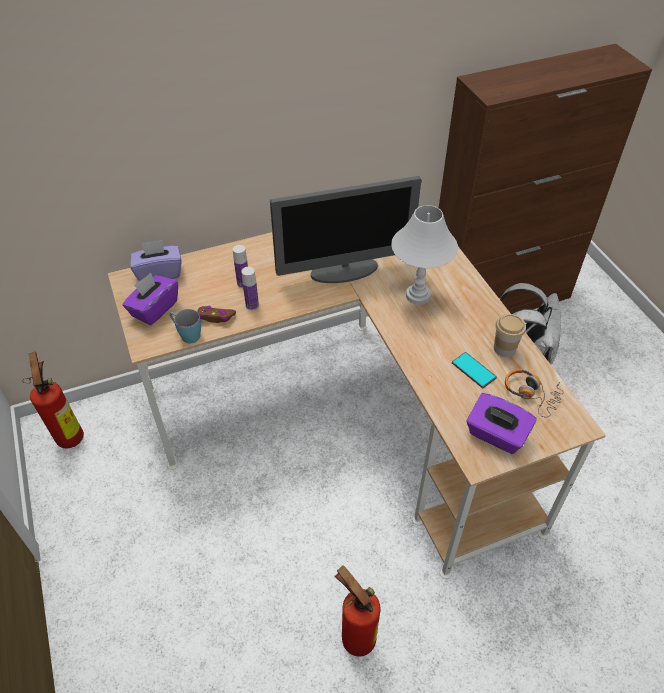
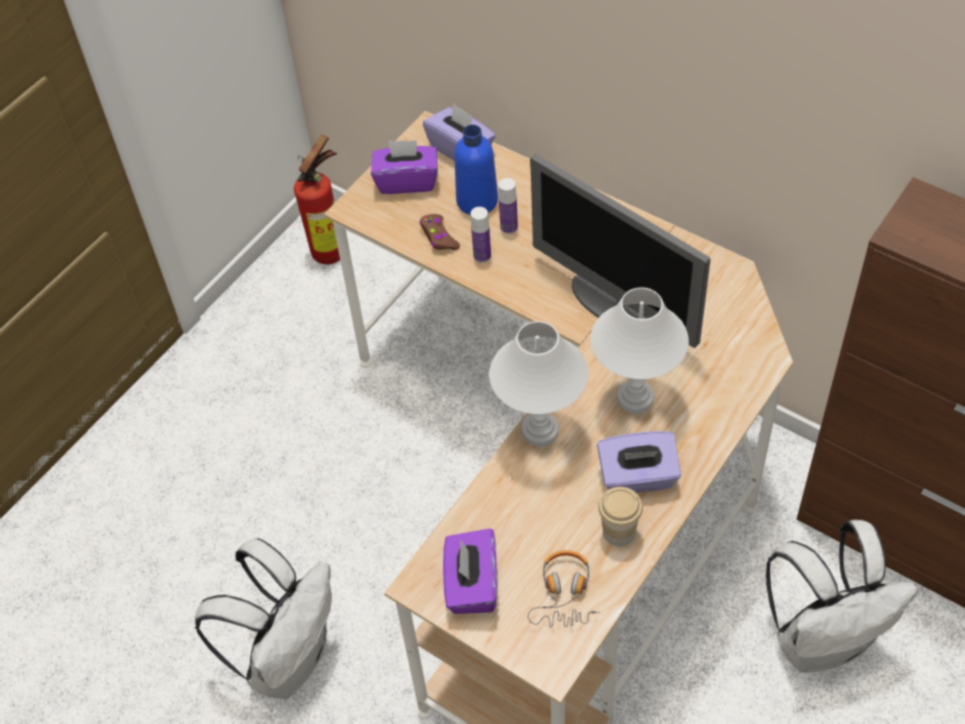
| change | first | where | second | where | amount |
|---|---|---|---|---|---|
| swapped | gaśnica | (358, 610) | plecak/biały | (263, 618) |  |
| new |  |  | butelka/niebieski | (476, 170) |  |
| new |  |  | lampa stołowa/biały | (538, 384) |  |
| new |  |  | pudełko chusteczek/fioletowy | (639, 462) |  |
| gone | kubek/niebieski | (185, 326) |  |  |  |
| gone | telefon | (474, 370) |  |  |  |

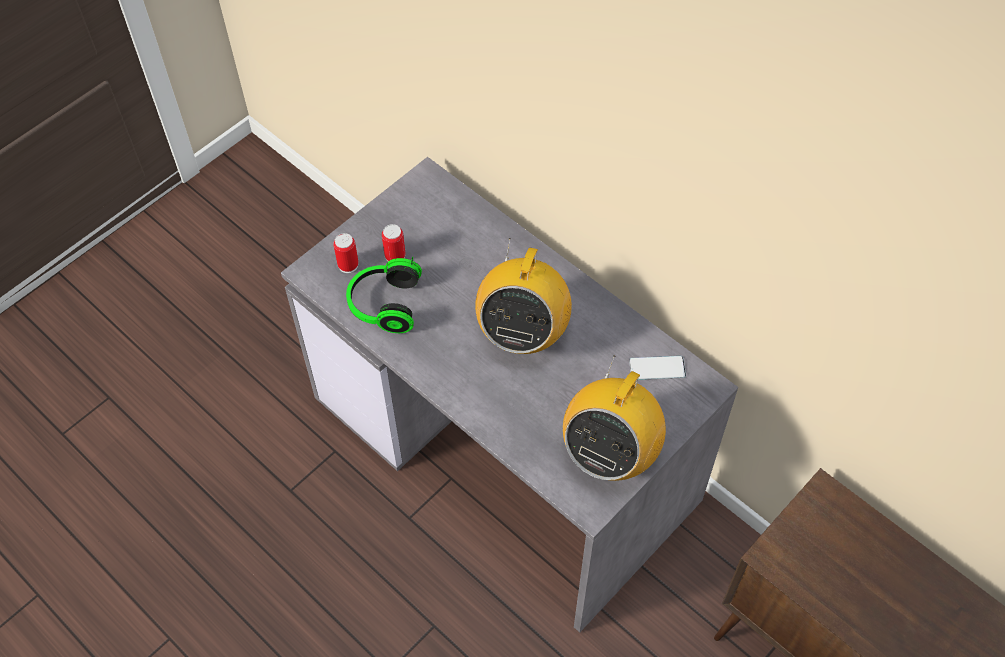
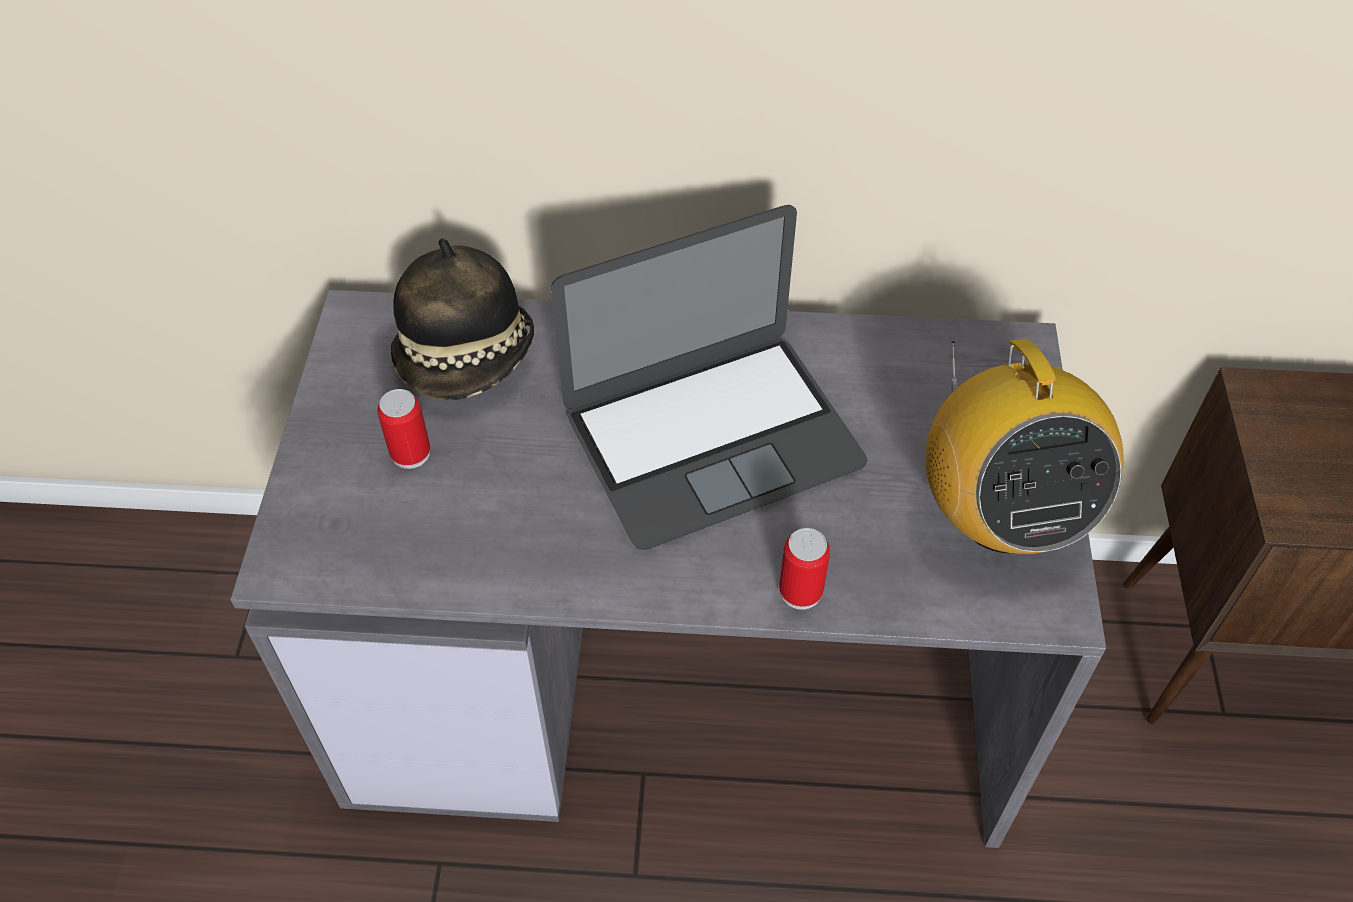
| change | first | where | second | where | amount |
|---|---|---|---|---|---|
| new |  |  | kapelusz | (462, 319) |  |
| swapped | radio | (523, 296) | laptop | (709, 377) |  |
| shifted | puszka | (346, 253) |  | (804, 569) |  |
| gone | słuchawki | (384, 295) |  |  |  |
| gone | telefon | (657, 368) |  |  |  |

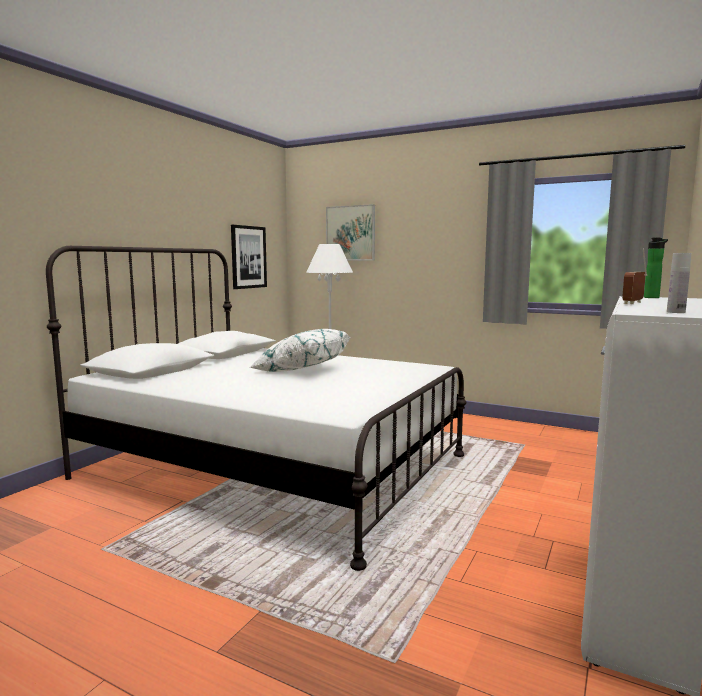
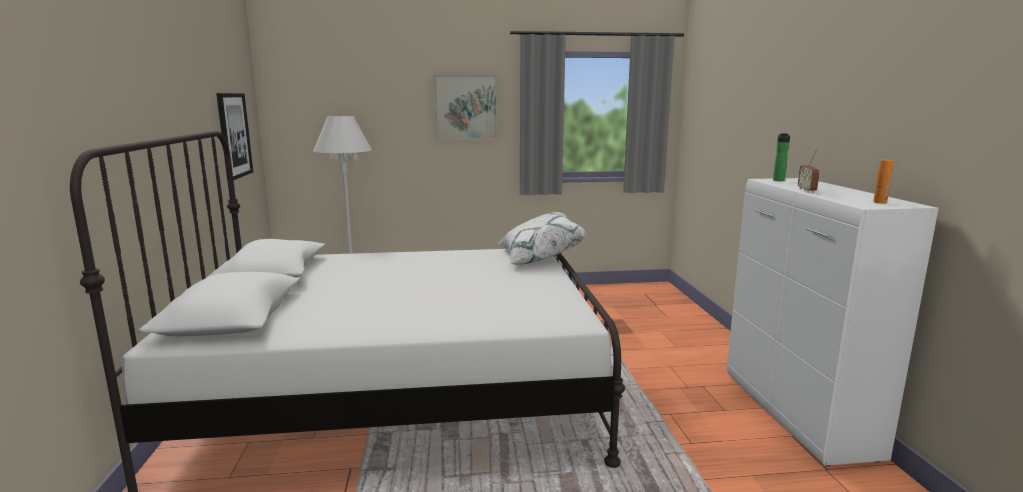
| change | first | where | second | where | amount |
|---|---|---|---|---|---|
| shifted | obraz | (350, 232) |  | (465, 107) |  |
| shifted | poduszka/biały | (300, 350) |  | (542, 238) |  |
| repainted | butelka/biały | (679, 283) | butelka/pomarańczowy | (883, 182) |  |

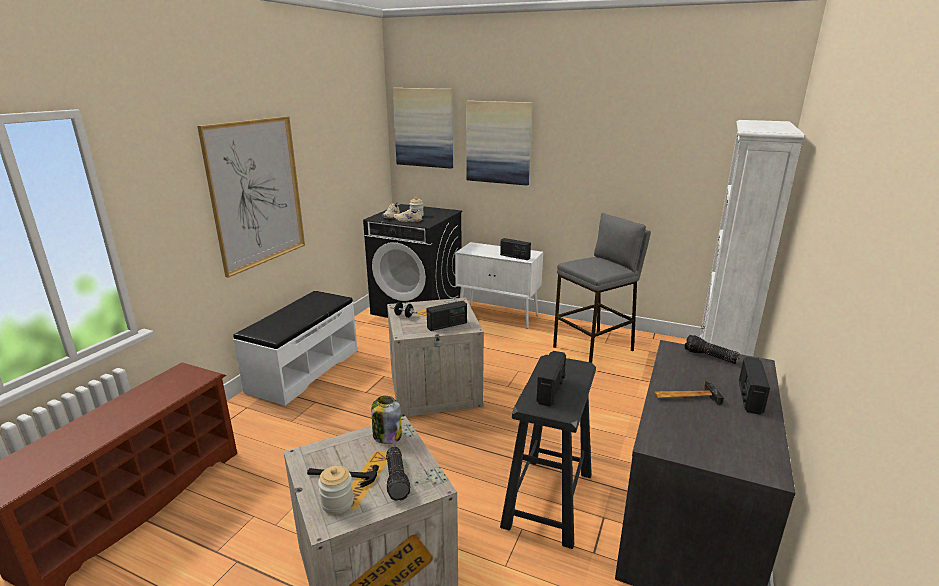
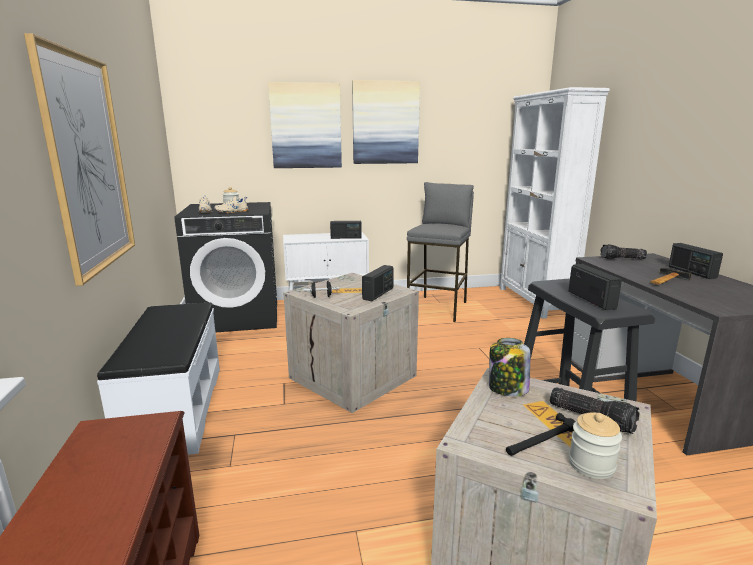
| change | first | where | second | where | amount |
|---|---|---|---|---|---|
| shifted | obraz | (423, 128) |  | (386, 122) |  |

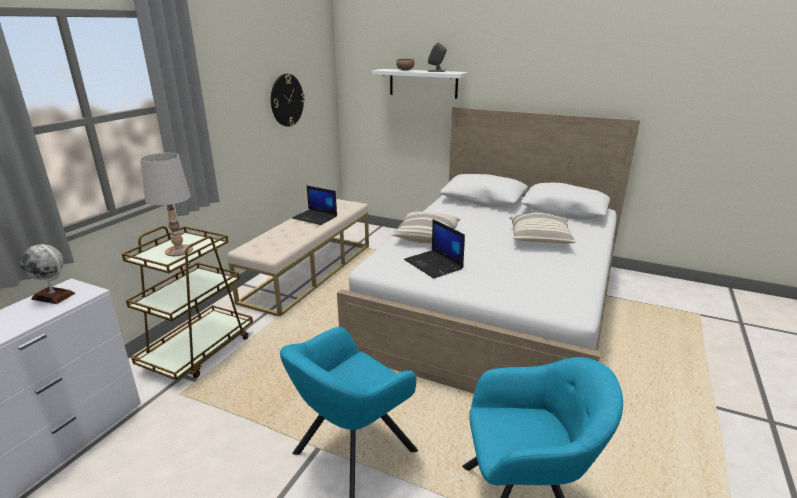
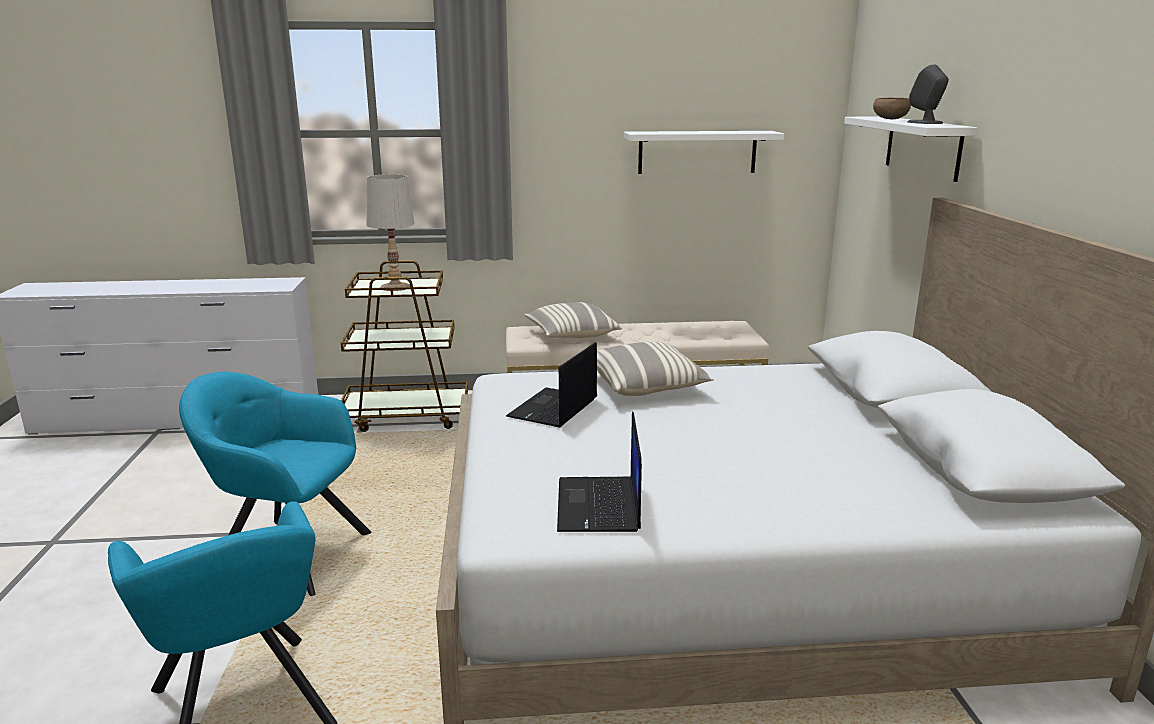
| change | first | where | second | where | amount |
|---|---|---|---|---|---|
| shifted | poduszka | (543, 228) |  | (573, 320) |  |
| shifted | laptop | (314, 205) |  | (599, 471) |  |
| swapped | zegar ścienny | (288, 100) | półka/biały | (704, 152) |  |
| gone | globus | (47, 274) |  |  |  |

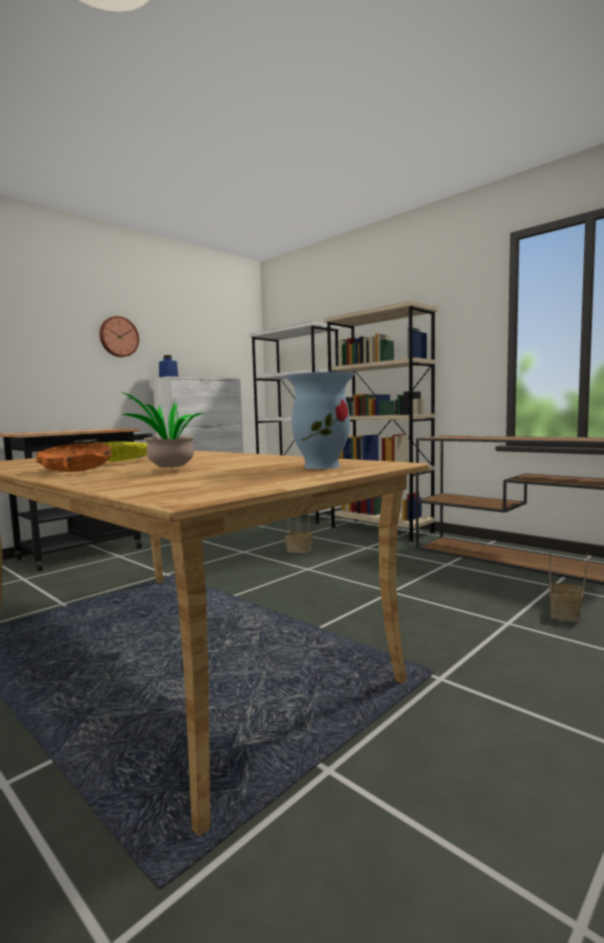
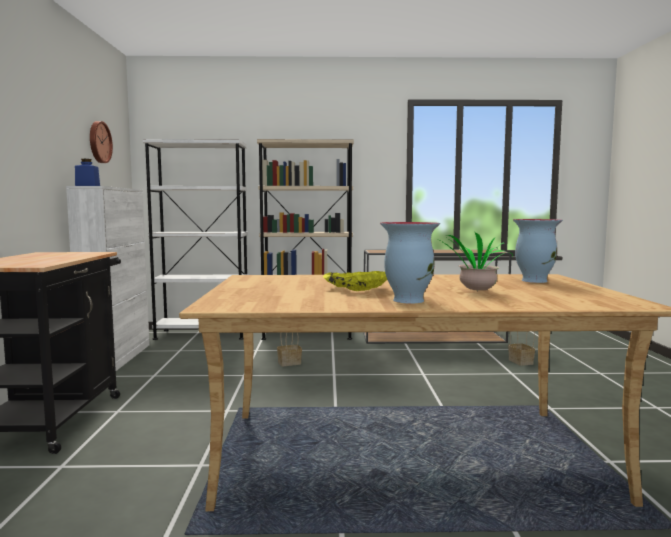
| change | first | where | second | where | amount |
|---|---|---|---|---|---|
| shifted | zegar ścienny | (119, 336) |  | (101, 142) |  |
| swapped | miska/pomarańczowy | (74, 457) | wazon | (410, 262) |  |

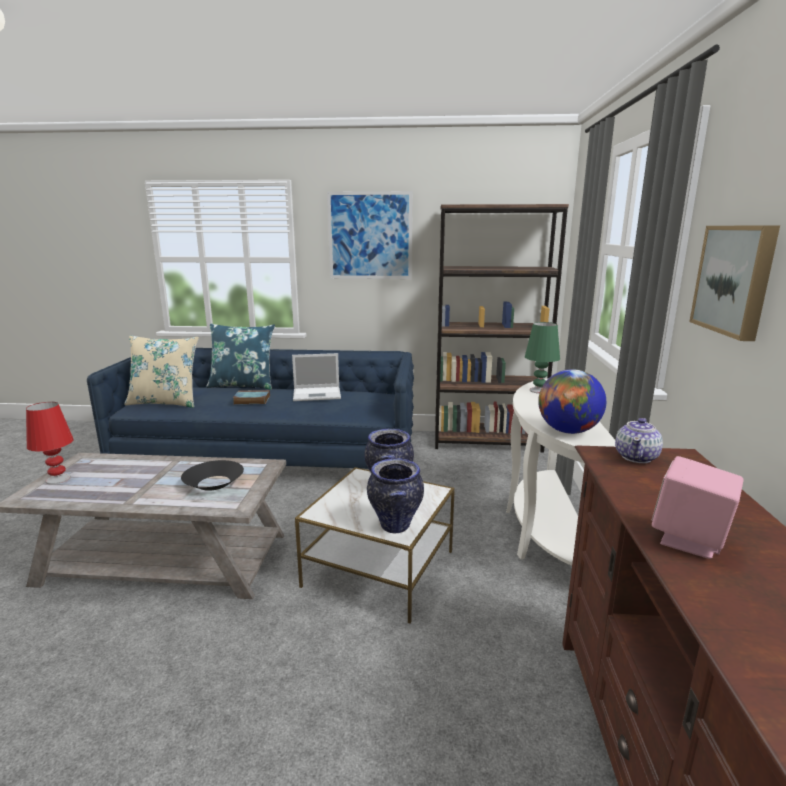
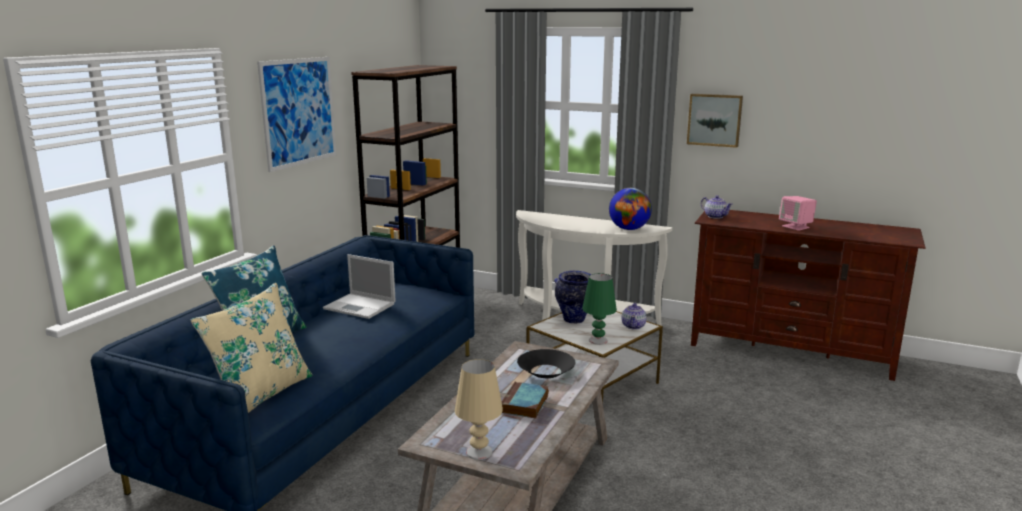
| change | first | where | second | where | amount |
|---|---|---|---|---|---|
| rotated | laptop | (316, 377) |  | (359, 286) | 105 degrees clockwise |
| repainted | lampa stołowa/czerwony | (50, 443) | lampa stołowa/beżowy | (479, 409) |  |
| shifted | książka | (251, 397) |  | (525, 400) |  |
| shifted | lampa stołowa/zielony | (542, 358) |  | (599, 309) |  |
| swapped | wazon | (395, 495) | imbryk | (634, 316) |  |

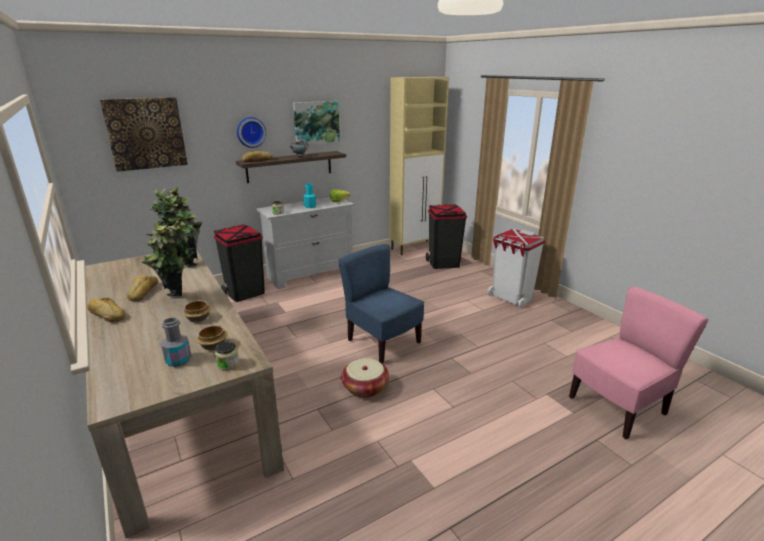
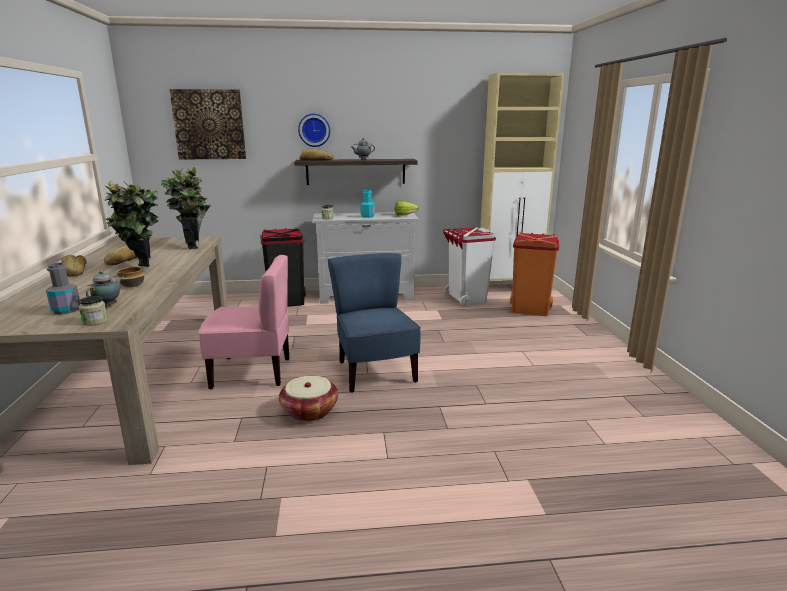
| change | first | where | second | where | amount |
|---|---|---|---|---|---|
| swapped | miska | (211, 338) | imbryk | (104, 289) |  |
| shifted | krzesło/różowy | (639, 363) |  | (243, 322) |  |
| shifted | kosz na śmieci/biały | (516, 268) |  | (469, 266) |  |
| repainted | kosz na śmieci/czarny | (446, 236) | kosz na śmieci/pomarańczowy | (534, 274) |  |
| gone | obraz | (316, 123) |  |  |  |

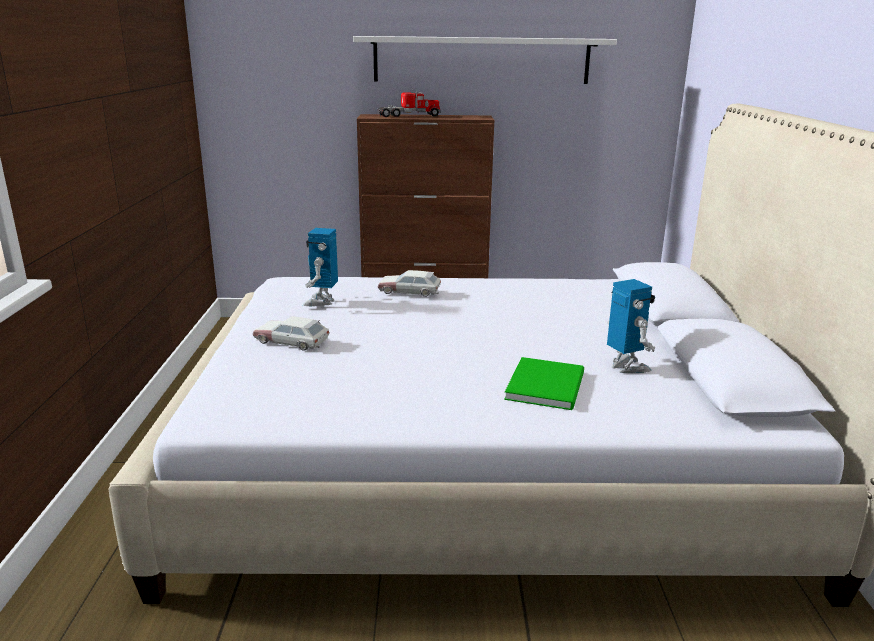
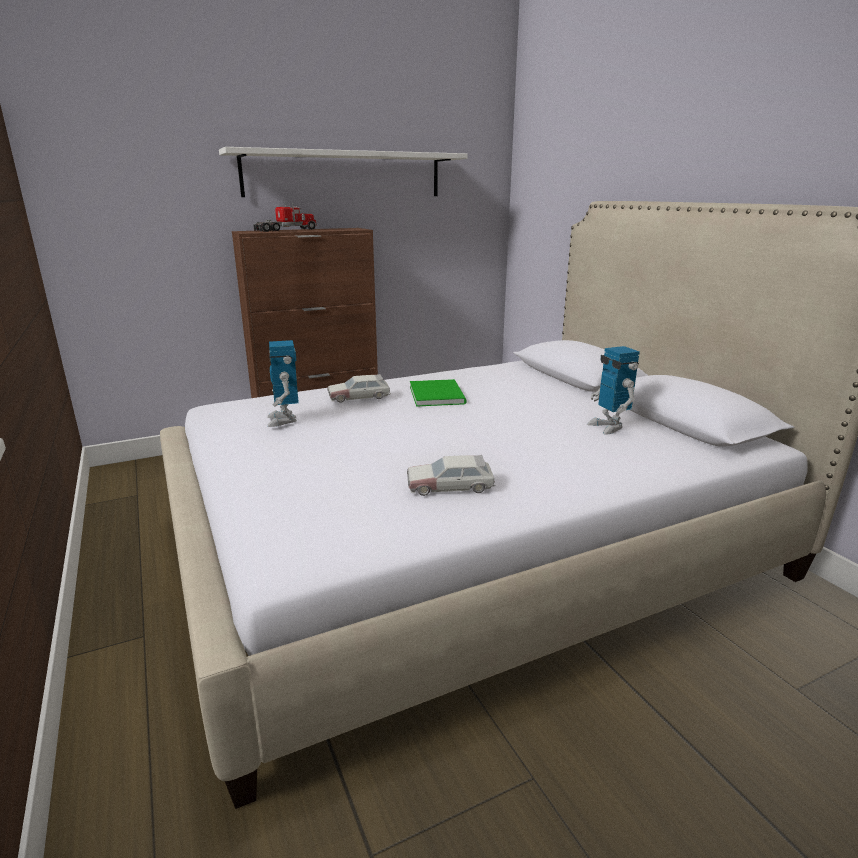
| change | first | where | second | where | amount |
|---|---|---|---|---|---|
| shifted | samochodzik | (291, 333) |  | (451, 475) |  |
| shifted | książka/zielony | (544, 383) |  | (438, 393) |  |
| rotated | robot zabawkowy | (631, 326) |  | (613, 390) | 150 degrees counterclockwise |

